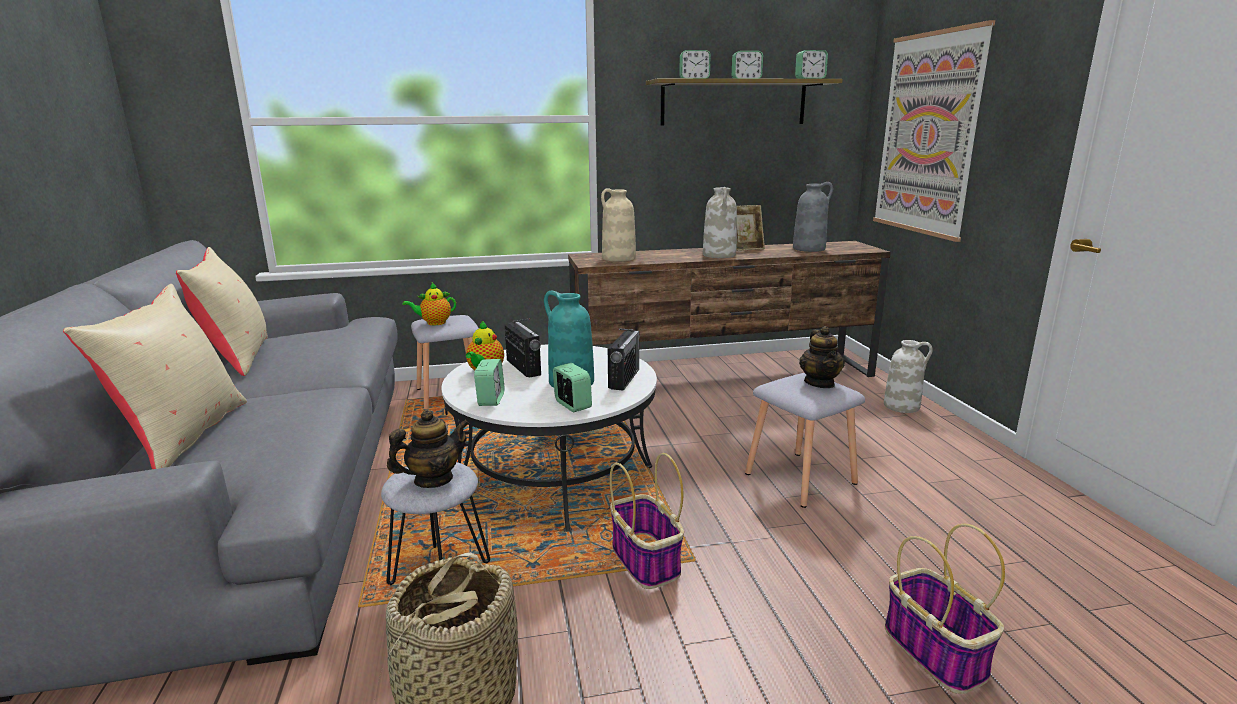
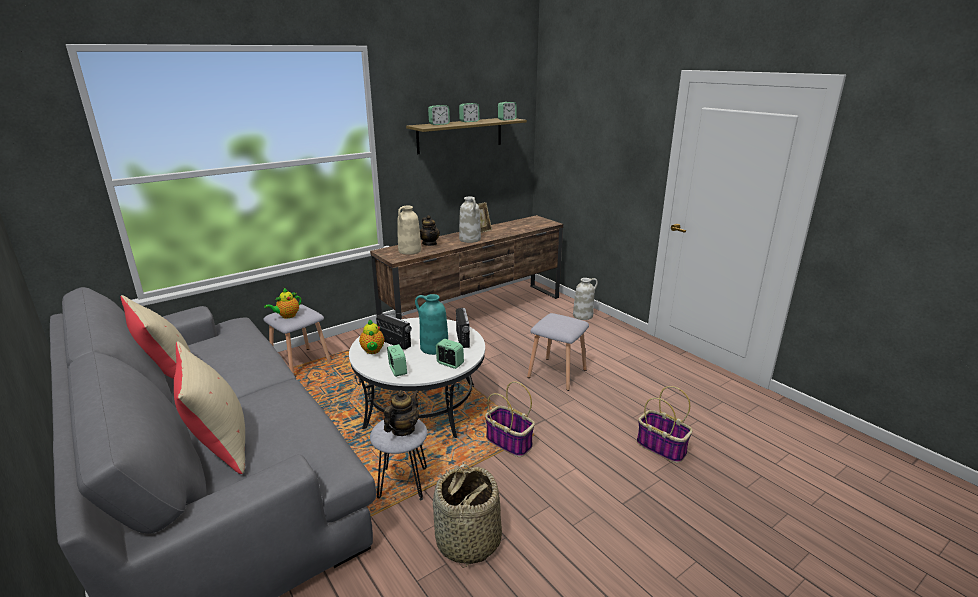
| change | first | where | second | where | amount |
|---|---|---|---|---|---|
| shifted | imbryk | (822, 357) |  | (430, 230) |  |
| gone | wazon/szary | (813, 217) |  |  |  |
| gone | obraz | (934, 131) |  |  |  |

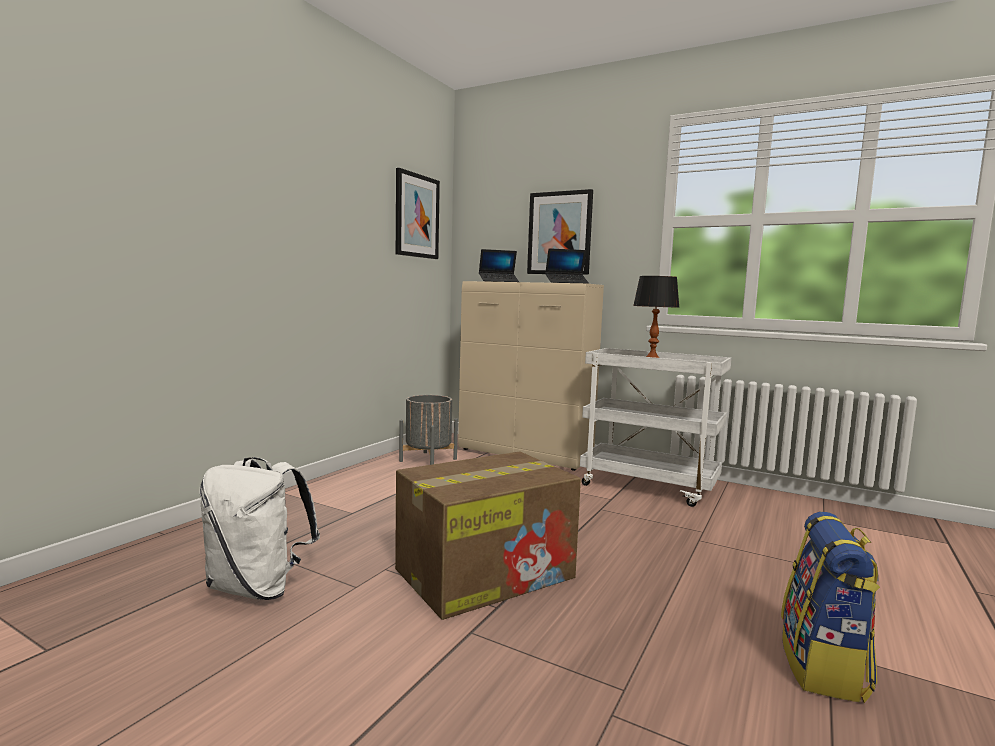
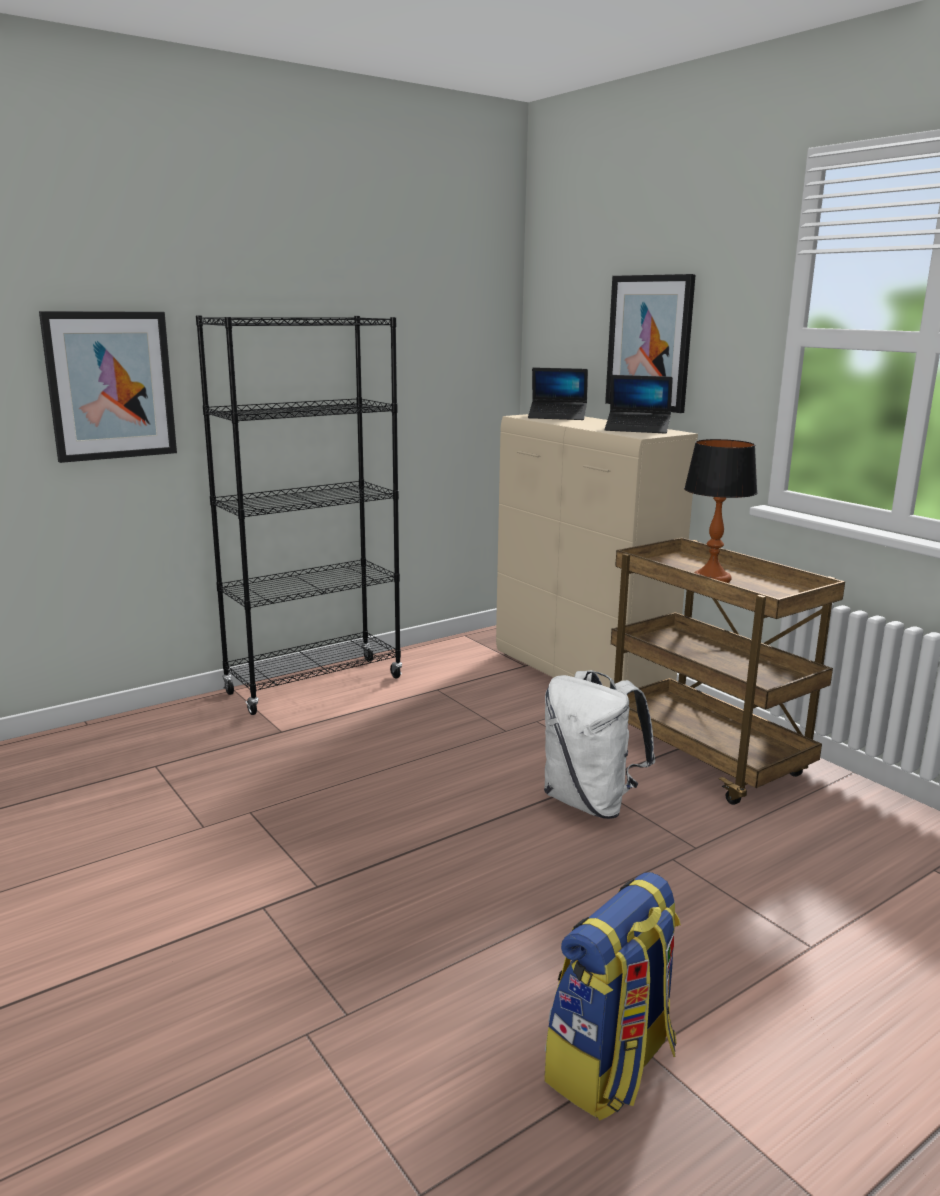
| change | first | where | second | where | amount |
|---|---|---|---|---|---|
| shifted | obraz | (418, 213) |  | (108, 387) |  |
| new |  |  | regał/czarny | (299, 515) |  |
| shifted | plecak/biały | (260, 528) |  | (600, 744) |  |
| repainted | wózek/biały | (656, 427) | wózek/brązowy | (728, 671) |  |
| gone | karton | (488, 536) |  |  |  |
| gone | donica/szary | (428, 430) |  |  |  |

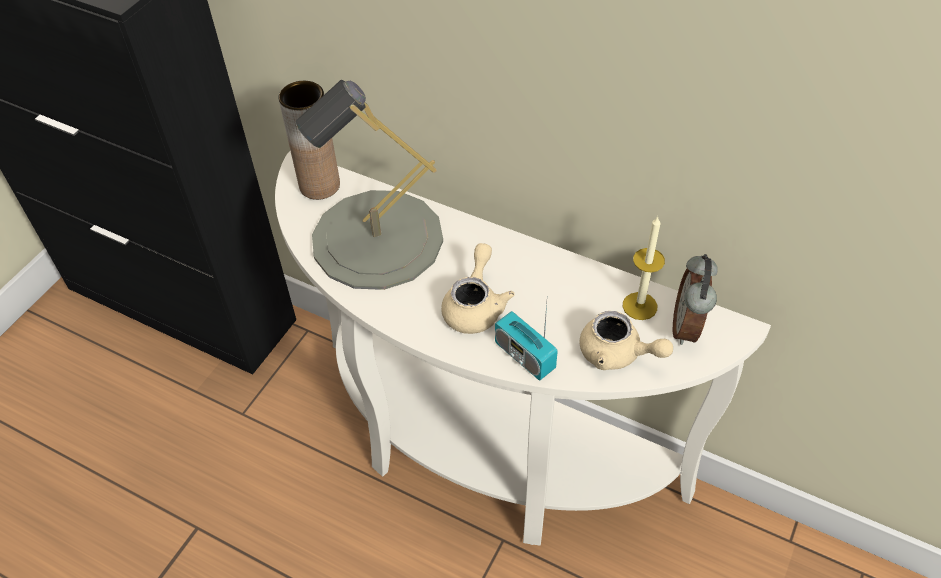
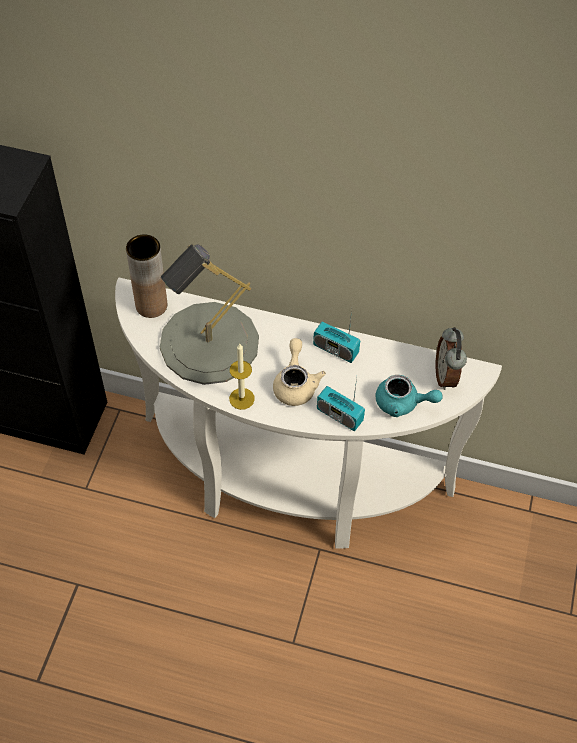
| change | first | where | second | where | amount |
|---|---|---|---|---|---|
| shifted | świeca | (644, 268) |  | (242, 377) |  |
| new |  |  | radio | (336, 336) |  |
| repainted | imbryk/beżowy | (626, 340) | imbryk/turkusowy | (409, 396) |  |

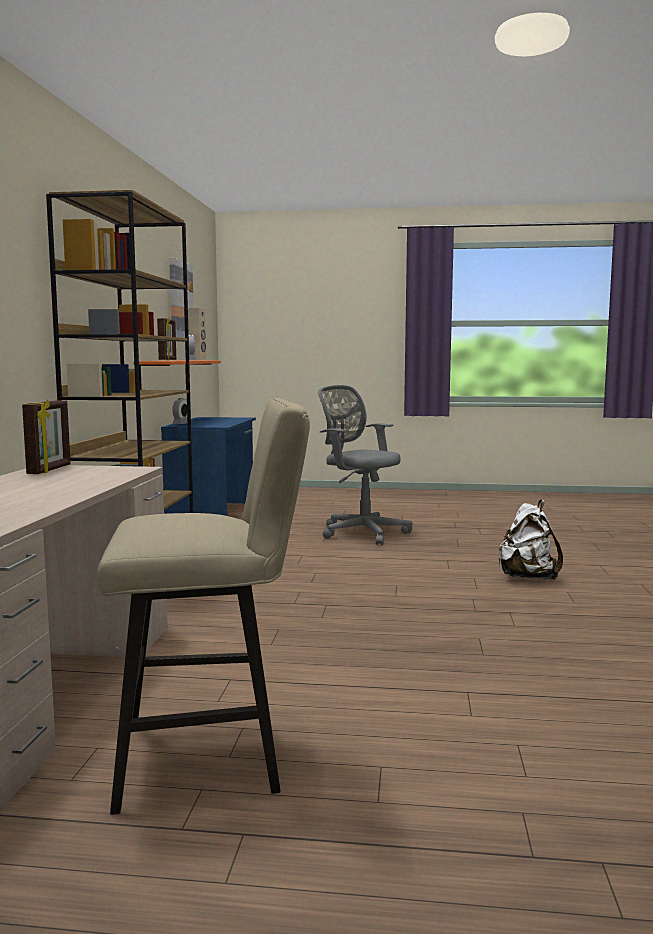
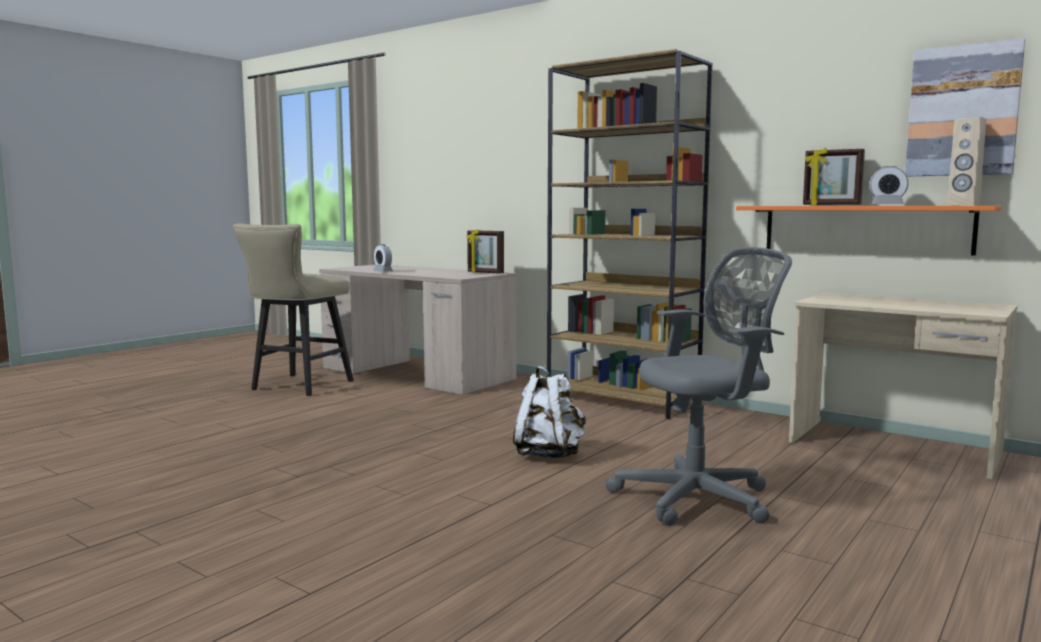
| change | first | where | second | where | amount |
|---|---|---|---|---|---|
| shifted | budzik | (179, 411) |  | (383, 258) |  |
| shifted | plecak/biały | (530, 540) |  | (549, 412) |  |
| repainted | biurko/niebieski | (208, 466) | biurko/beżowy | (903, 386) |  |

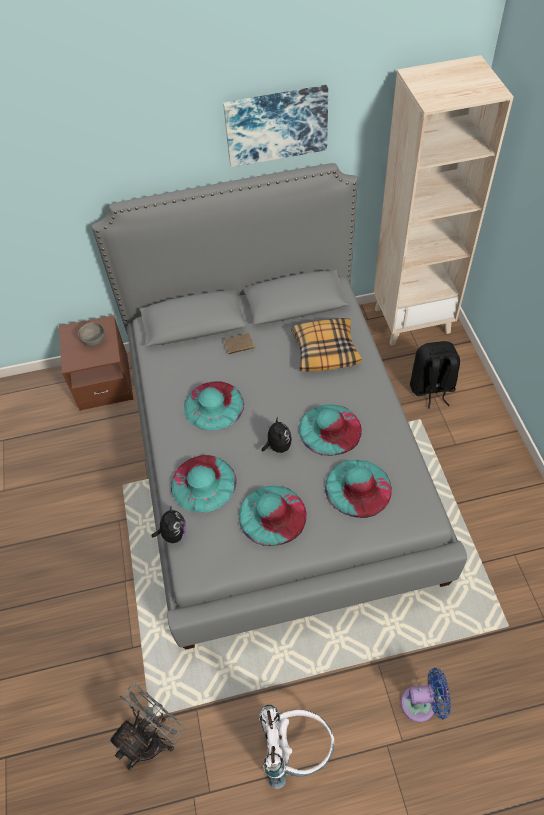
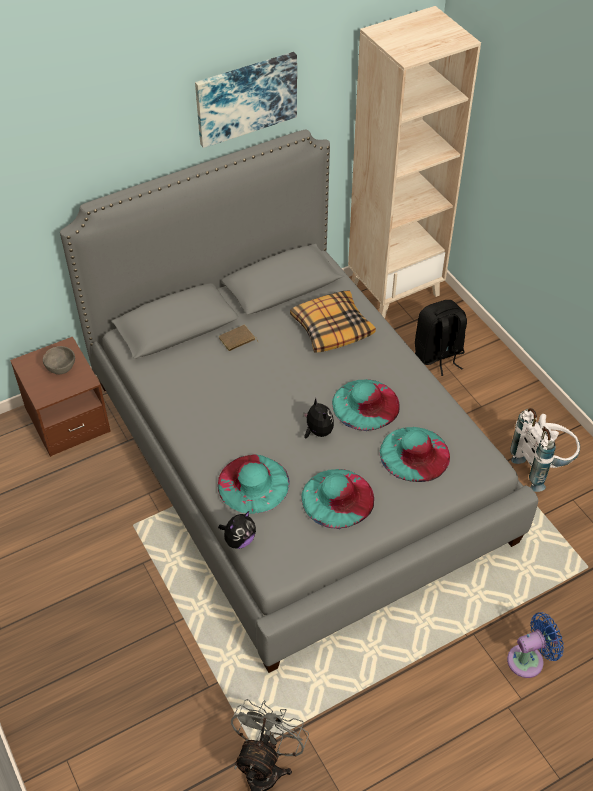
| change | first | where | second | where | amount |
|---|---|---|---|---|---|
| rotated | pluszak | (169, 525) |  | (237, 530) | 60 degrees clockwise |
| shifted | plecak/biały | (296, 747) |  | (545, 450) |  |
| gone | kapelusz/turkusowy | (214, 406) |  |  |  |

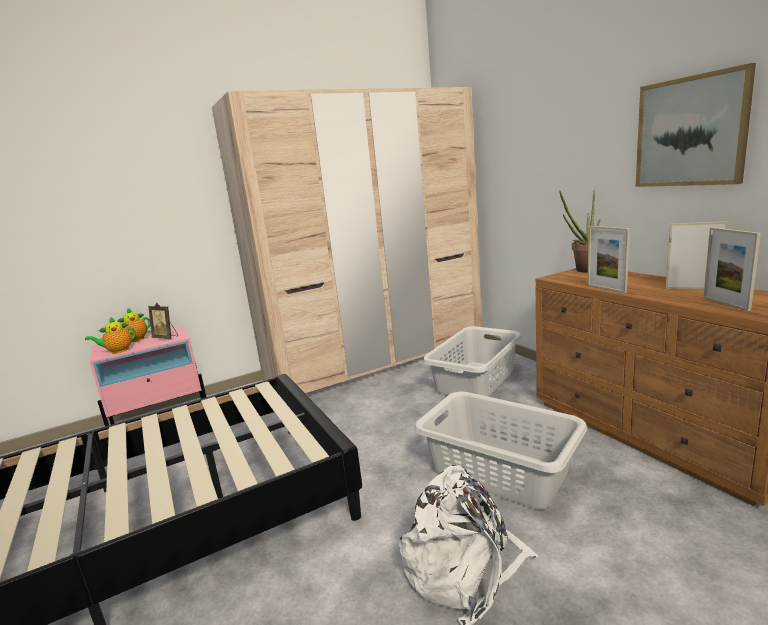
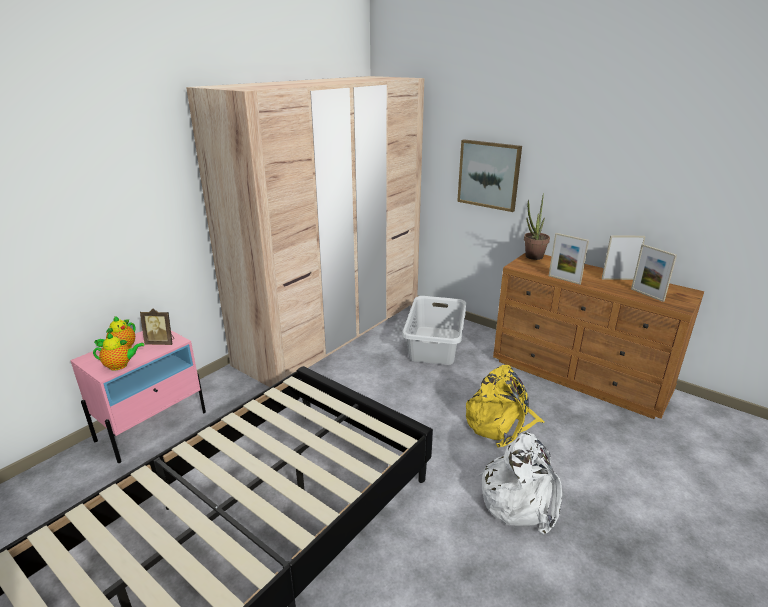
| change | first | where | second | where | amount |
|---|---|---|---|---|---|
| rotated | imbryk | (110, 335) |  | (118, 351) | 135 degrees counterclockwise |
| shifted | obraz | (696, 125) |  | (489, 175) |  |
| swapped | kosz na pranie/szary | (501, 451) | plecak/żółty | (505, 406) |  |

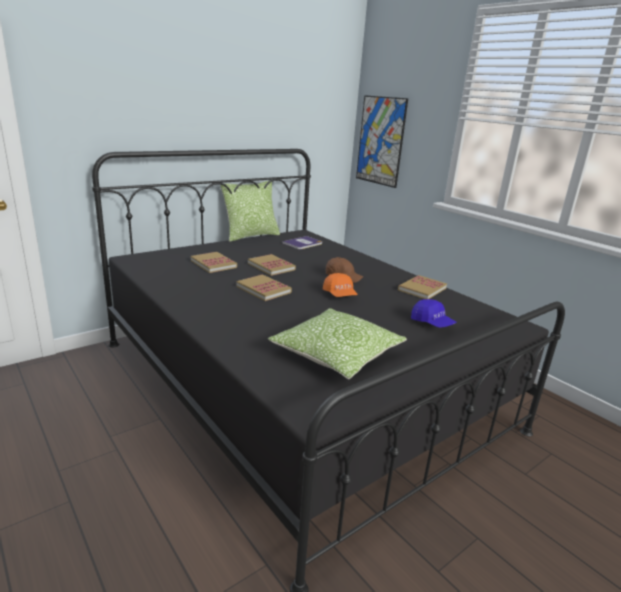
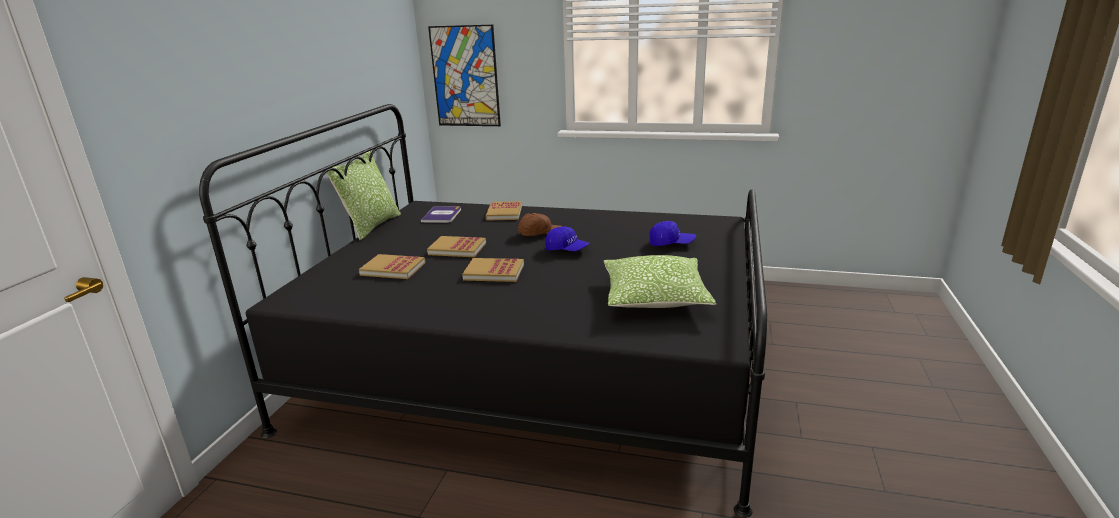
| change | first | where | second | where | amount |
|---|---|---|---|---|---|
| shifted | książka | (422, 287) |  | (503, 211) |  |
| repainted | czapka z daszkiem/pomarańczowy | (340, 285) | czapka z daszkiem/niebieski | (567, 239) |  |

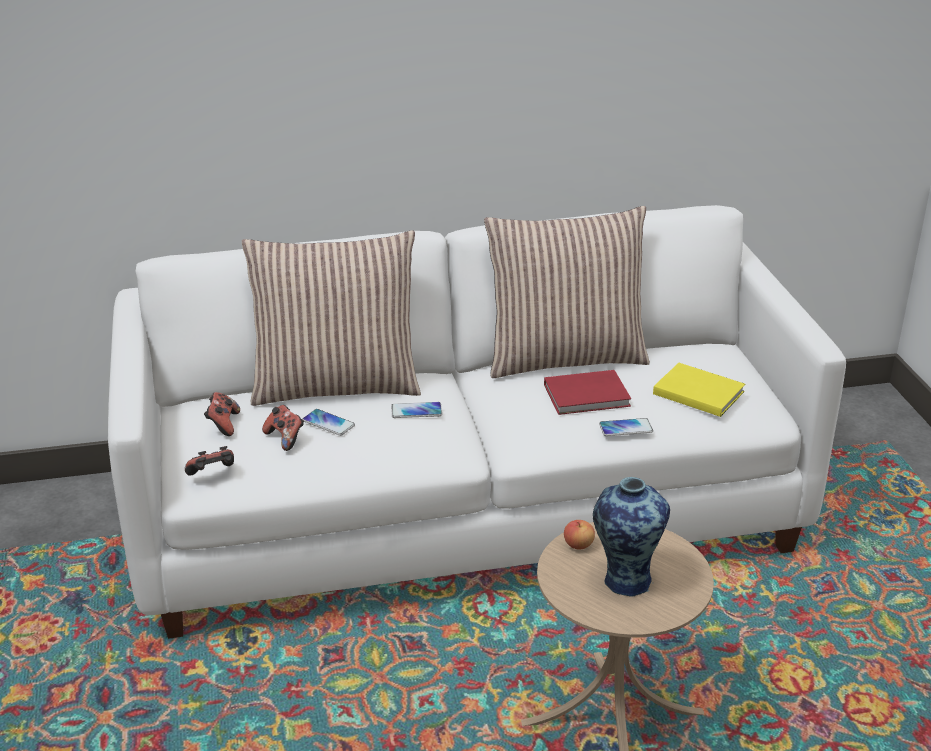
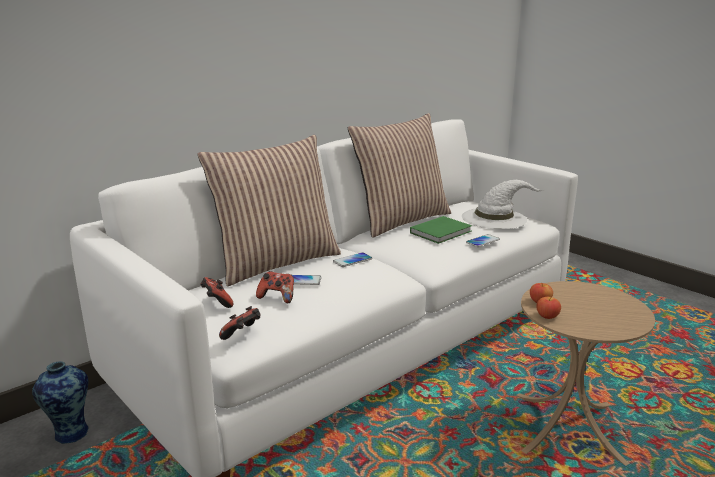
| change | first | where | second | where | amount |
|---|---|---|---|---|---|
| shifted | wazon | (631, 537) |  | (60, 402) |  |
| repainted | książka/czerwony | (587, 392) | książka/zielony | (441, 230) |  |
| swapped | książka/żółty | (699, 390) | kapelusz/biały | (503, 204) |  |
| new |  |  | jabłko | (548, 308) |  |

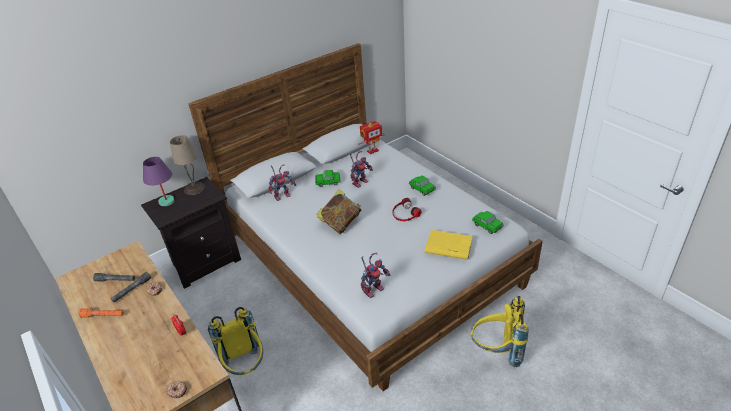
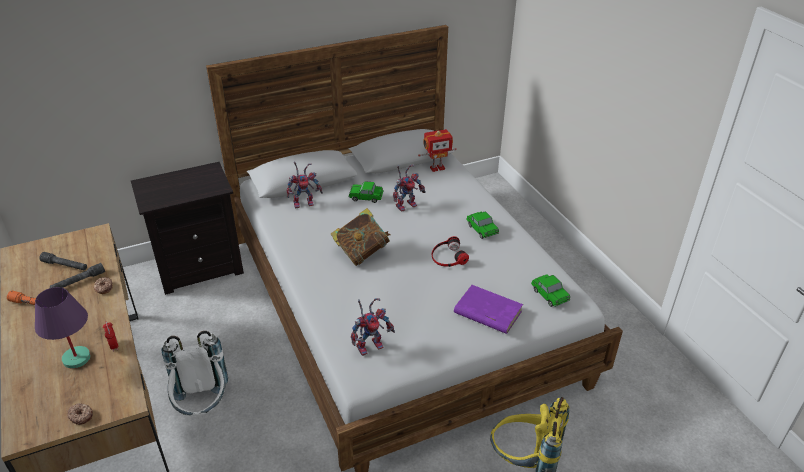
| change | first | where | second | where | amount |
|---|---|---|---|---|---|
| shifted | lampa stołowa/fioletowy | (158, 181) |  | (63, 328) |  |
| repainted | plecak/żółty | (235, 341) | plecak/biały | (194, 373) |  |
| repainted | książka/żółty | (449, 245) | książka/fioletowy | (488, 309) |  |
| gone | lampa stołowa/beżowy | (188, 165) |  |  |  |

